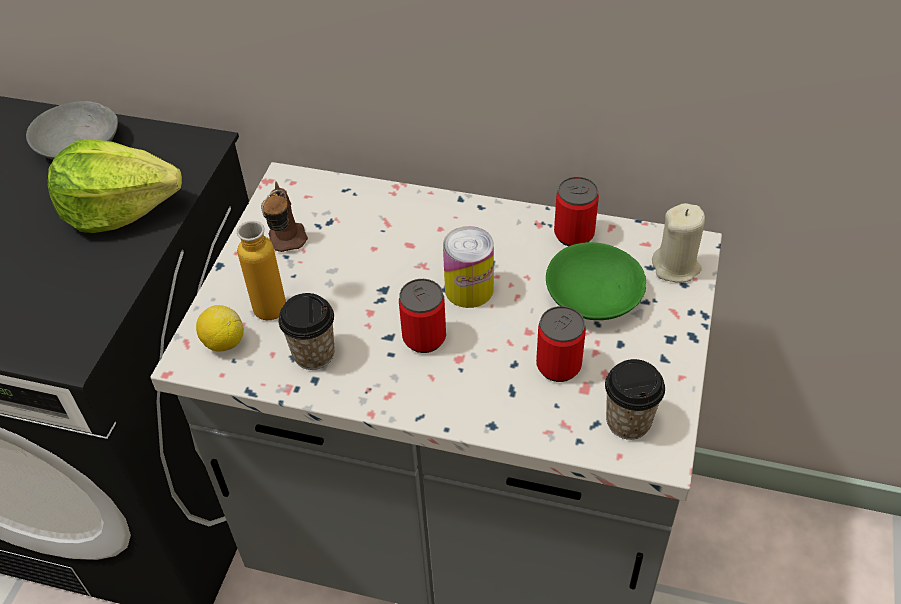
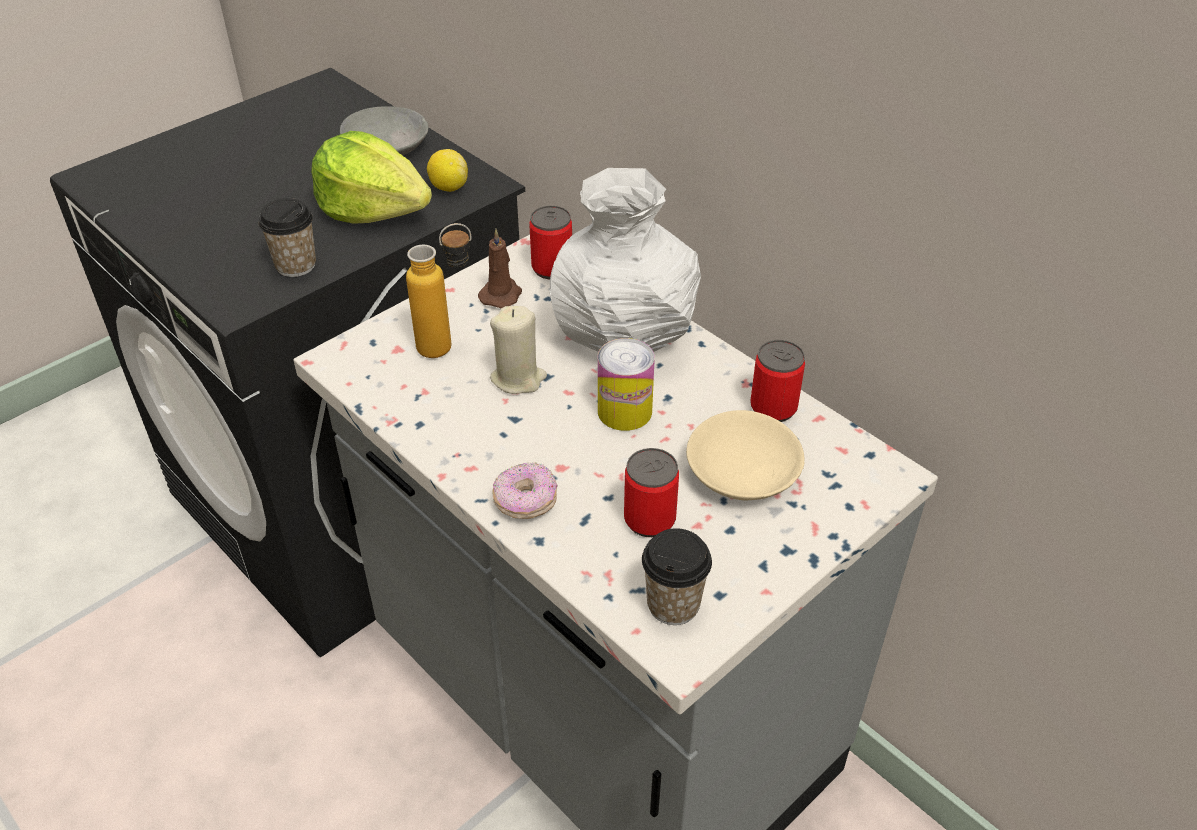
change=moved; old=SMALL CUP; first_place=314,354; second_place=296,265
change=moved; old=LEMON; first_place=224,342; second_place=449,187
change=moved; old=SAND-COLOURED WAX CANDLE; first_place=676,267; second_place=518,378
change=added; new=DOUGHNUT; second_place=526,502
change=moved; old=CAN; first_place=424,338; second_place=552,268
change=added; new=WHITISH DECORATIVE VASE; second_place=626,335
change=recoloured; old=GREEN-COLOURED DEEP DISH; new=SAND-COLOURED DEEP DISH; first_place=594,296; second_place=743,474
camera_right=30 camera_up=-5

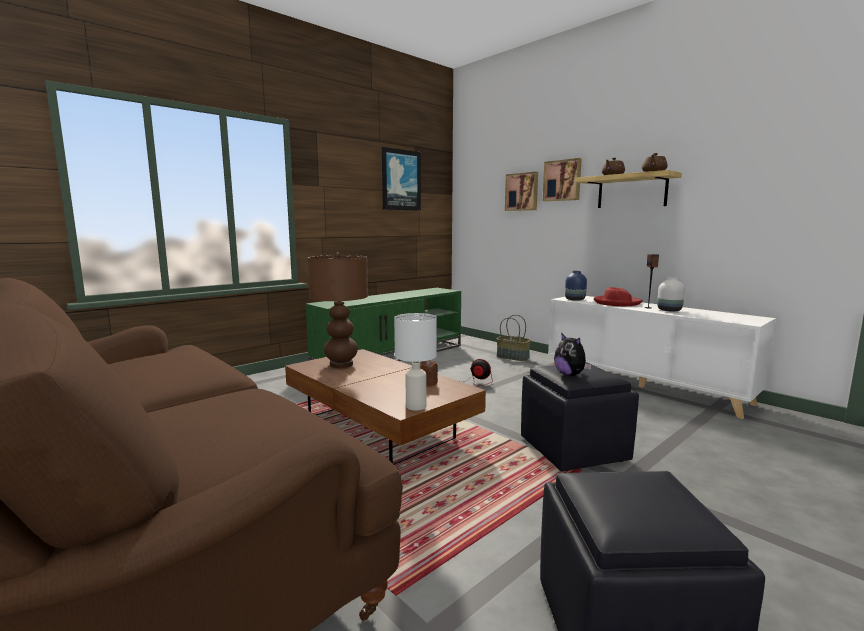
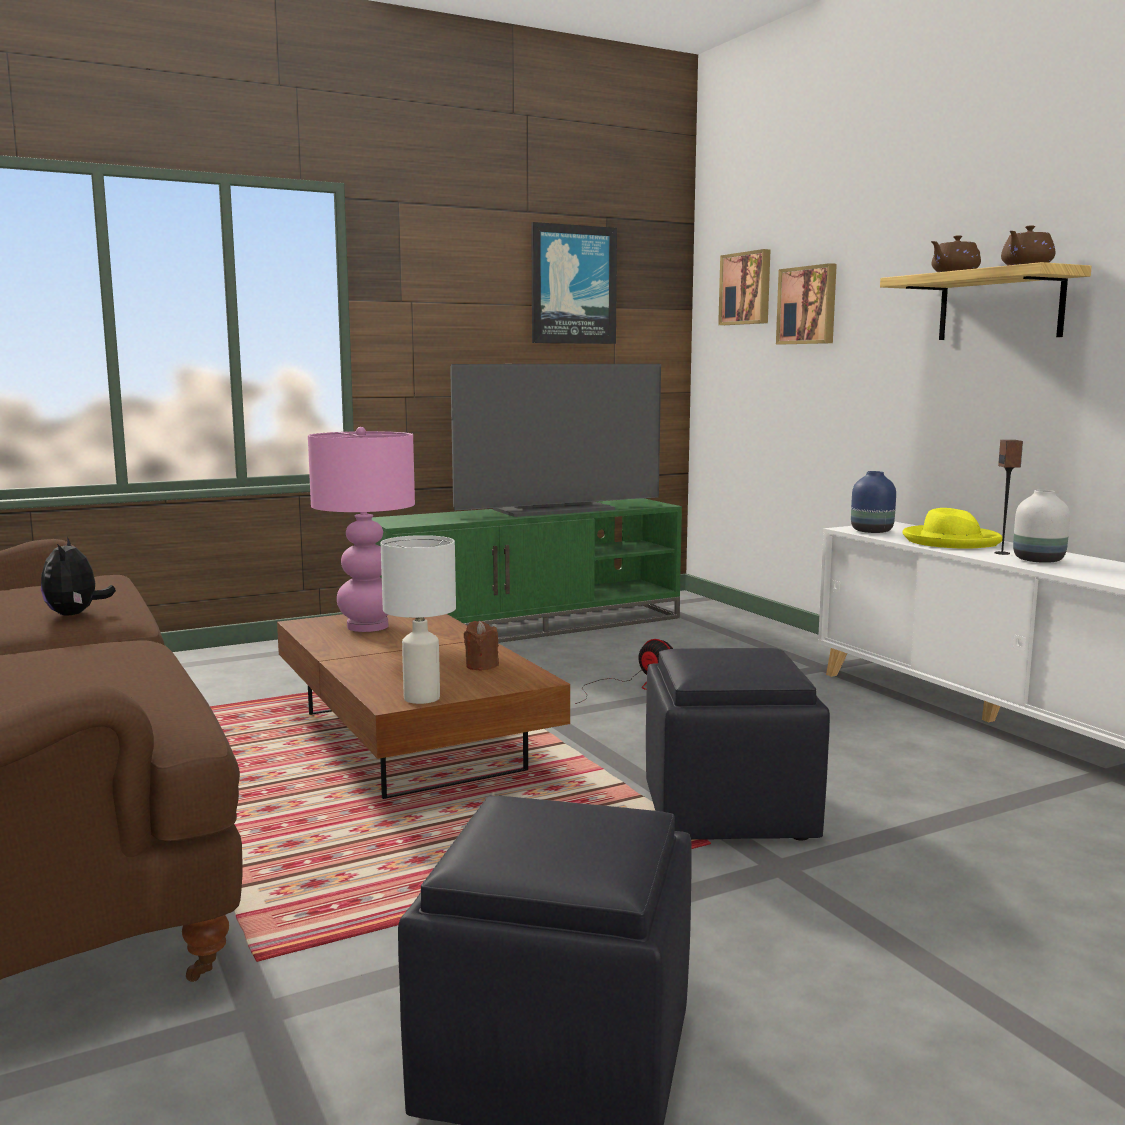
change=moved; old=CUDDLY TOY; first_place=570,375; second_place=75,614
change=recoloured; old=BROWN TABLE LAMP; new=PINKISH TABLE LAMP; first_place=342,364; second_place=368,626
change=added; new=TV SET; second_place=555,509
change=moved; old=WALL PICTURE; first_place=562,180; second_place=747,288
change=recoloured; old=RED HAT; new=YELLOW-COLOURED HAT; first_place=616,303; second_place=950,541
change=removed; old=STORAGE BASKET; first_place=513,357
camera_right=15 camera_up=0

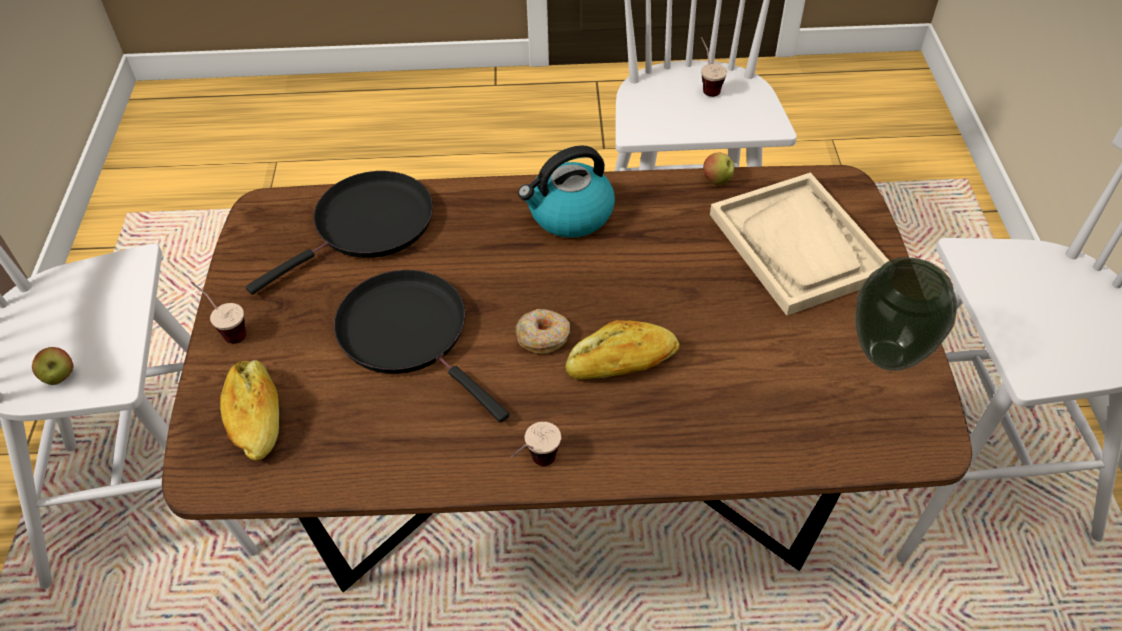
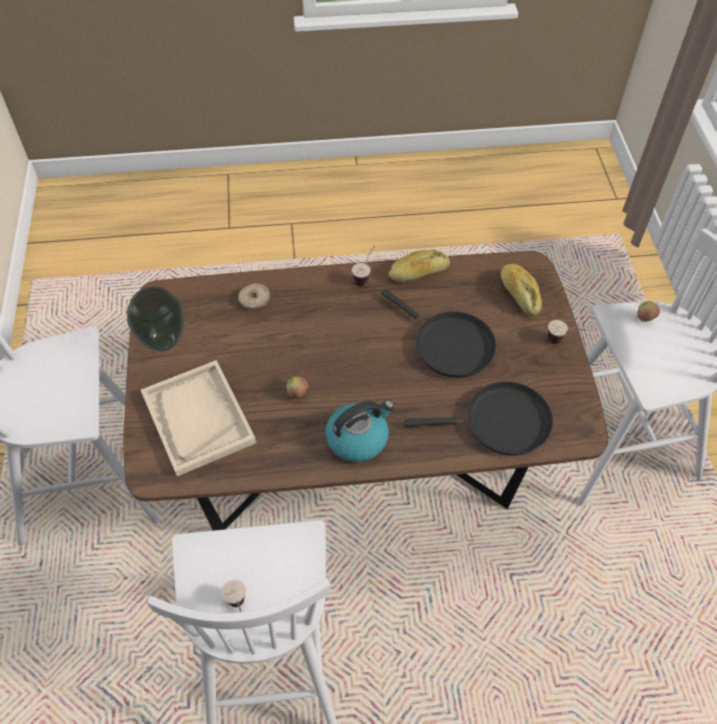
change=moved; old=DOUGHNUT; first_place=543,336; second_place=254,300
change=moved; old=APPLE; first_place=717,181; second_place=298,393
change=moved; old=BAKED BREAD; first_place=622,364; second_place=418,272
change=turned; old=BLACK SKILLET; first_place=368,226; second_place=501,422; degrees=-135
camera_right=175 camera_up=5

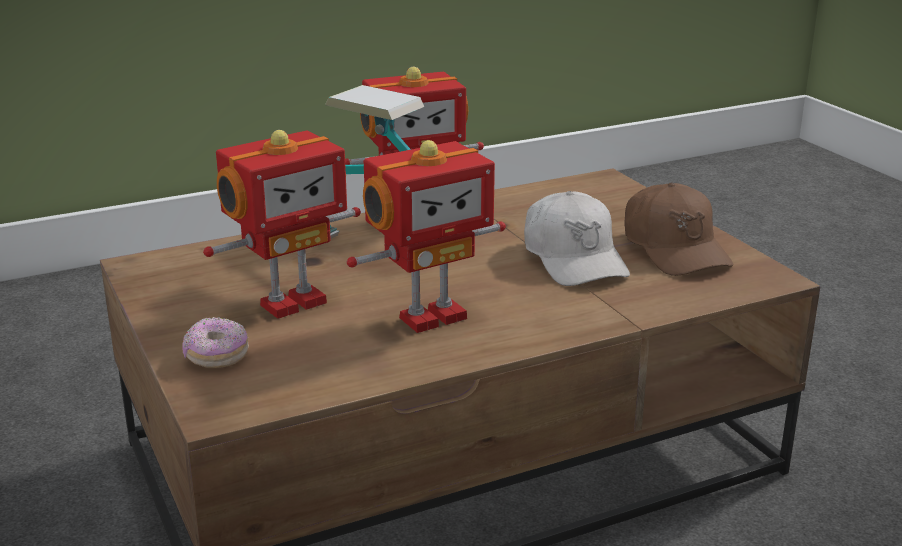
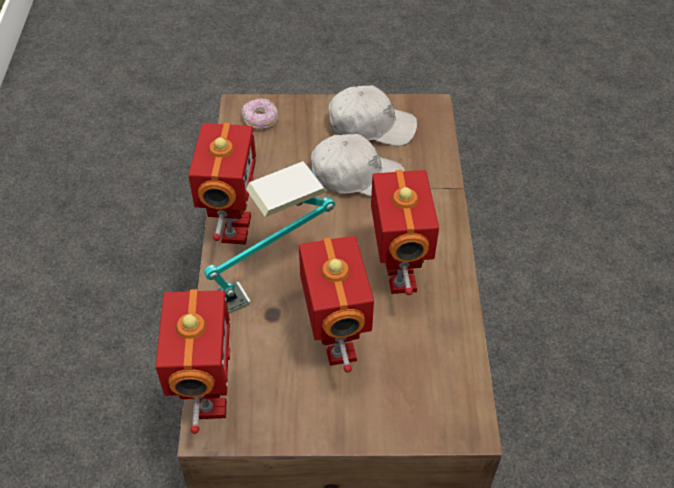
change=added; new=ROBOT FIGURE; second_place=208,398
change=moved; old=DOUGHNUT; first_place=216,356; second_place=260,120
change=recoloured; old=BROWN BASEBALL CAP; new=WHITISH BASEBALL CAP; first_place=675,249; second_place=371,126
camera_right=-65 camera_up=25

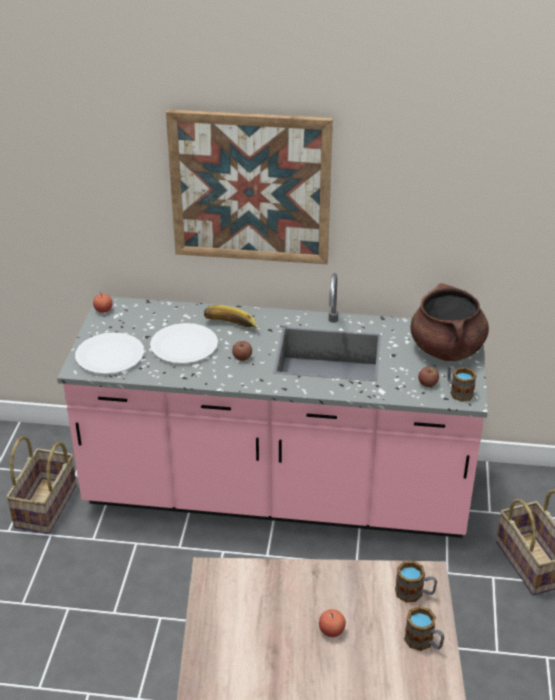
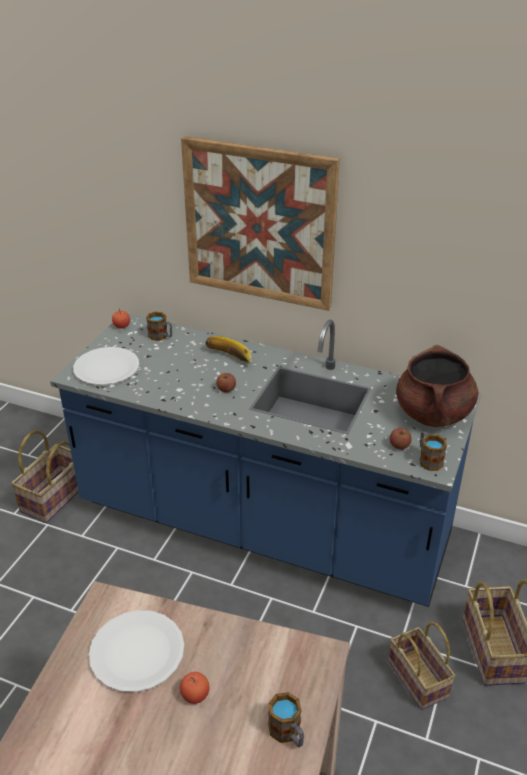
change=recoloured; old=PINKISH COUNTER; new=BLUE COUNTER; first_place=277,492; second_place=263,524
change=moved; old=WHITISH DINNER PLATE; first_place=184,345; second_place=137,652
change=moved; old=COFFEE MUG; first_place=414,593; second_place=161,336
change=added; new=STORAGE BASKET; second_place=420,679
camera_right=15 camera_up=0

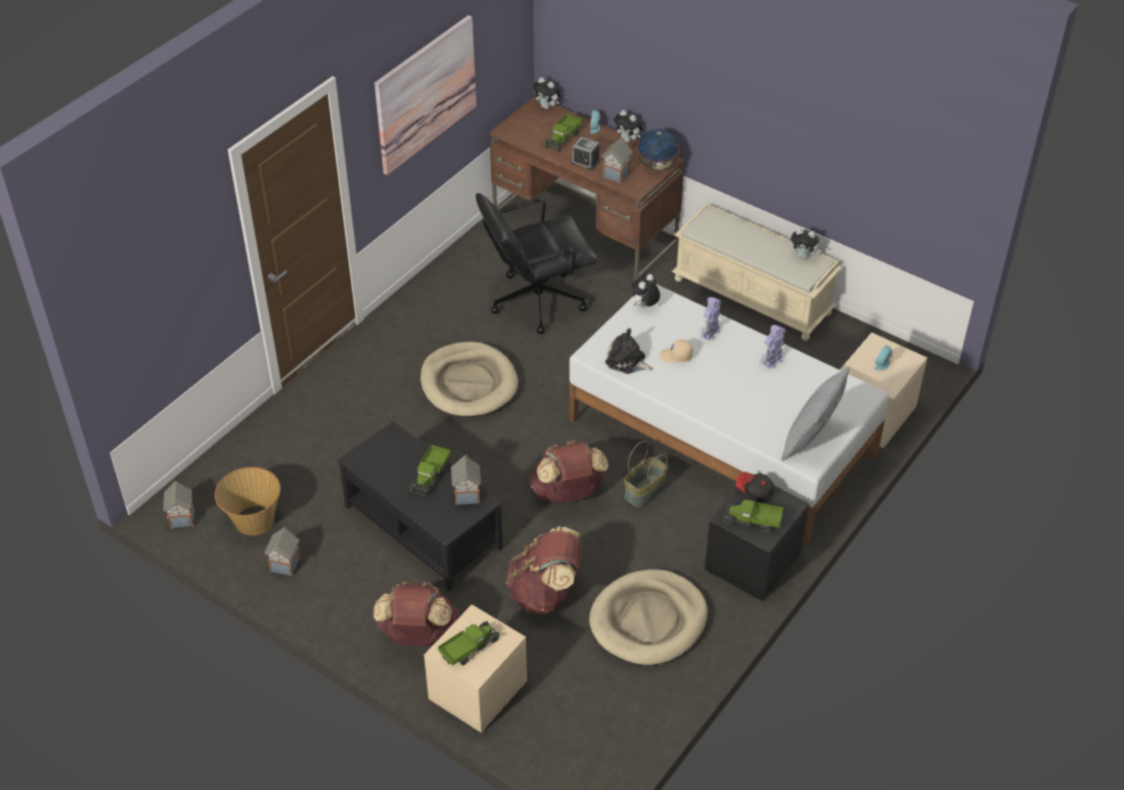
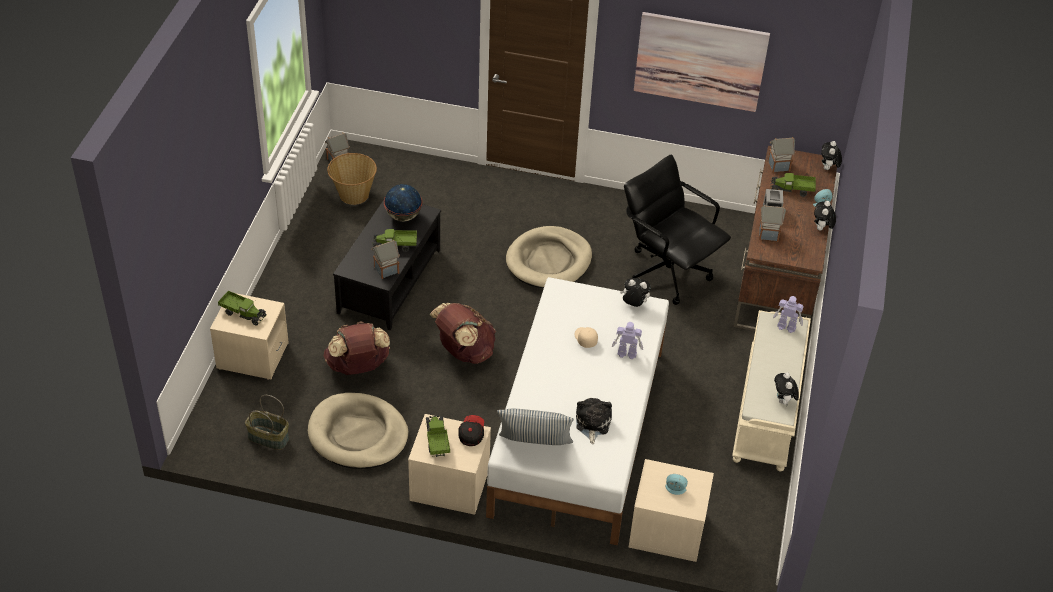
change=moved; old=STORAGE BASKET; first_place=645,491; second_place=268,438
change=moved; old=GLOBE; first_place=656,166; second_place=403,216
change=recoloured; old=BLACK NIGHT TABLE; new=SAND-COLOURED NIGHT TABLE; first_place=753,562; second_place=448,485
change=moved; old=CUDDLY TOY; first_place=627,361; second_place=592,424
change=moved; old=TOY HOUSE; first_place=285,566; second_place=778,166
change=moved; old=ROBOT FIGURE; first_place=771,361; second_place=786,326
change=removed; old=BROWN RUCKSACK; first_place=418,635
camera_right=65 camera_up=0

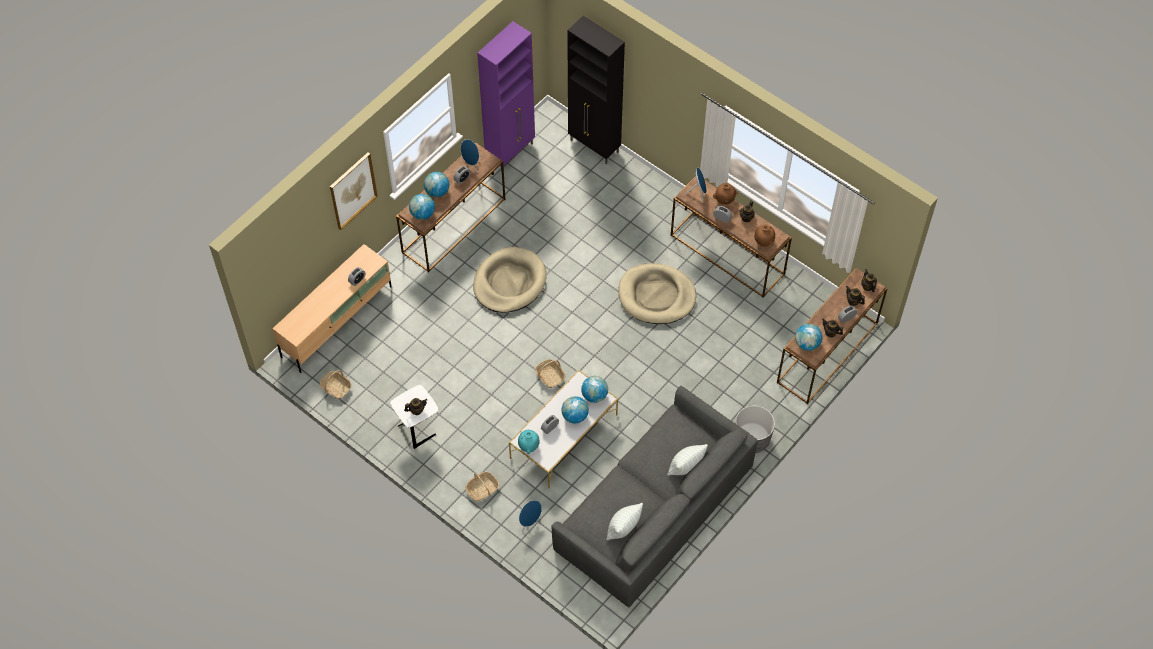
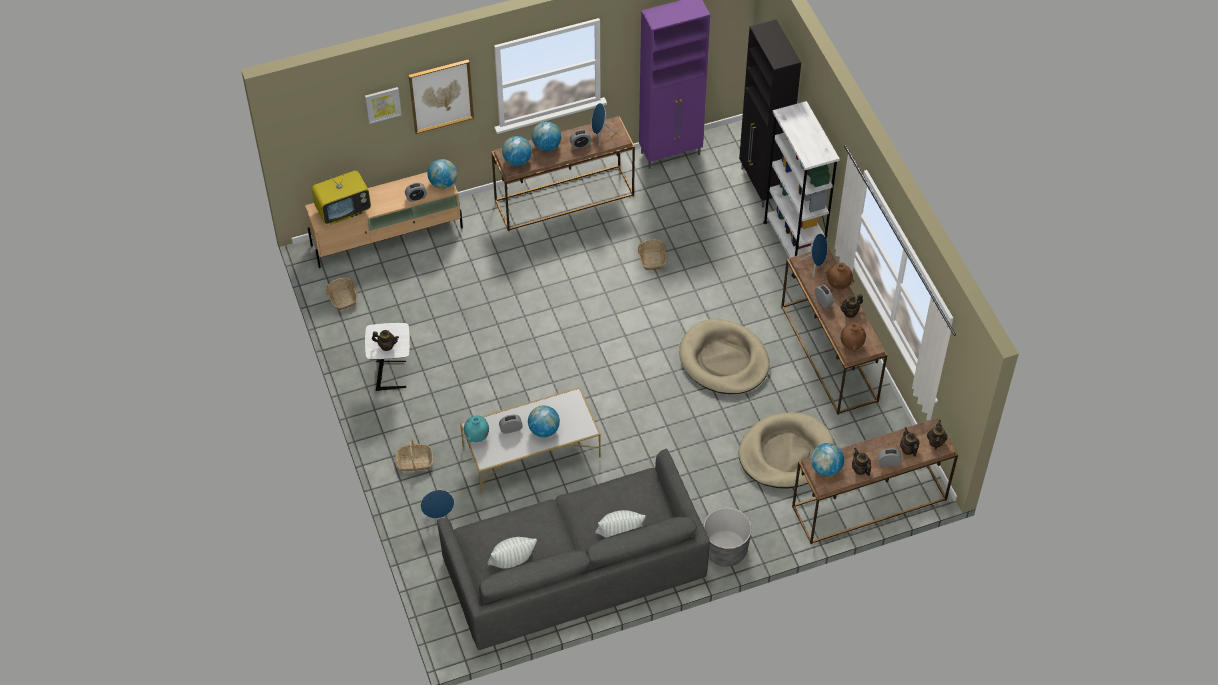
change=added; new=TV SET; second_place=343,210
change=added; new=WALL PICTURE; second_place=383,104
change=moved; old=GLOBE; first_place=594,395; second_place=443,183
change=moved; old=STORAGE BASKET; first_place=550,376; second_place=652,259
change=moved; old=SAND-COLOURED PET BED; first_place=509,282; second_place=786,453
change=added; new=WHITISH SHELVING UNIT; second_place=793,244
camera_right=30 camera_up=-5

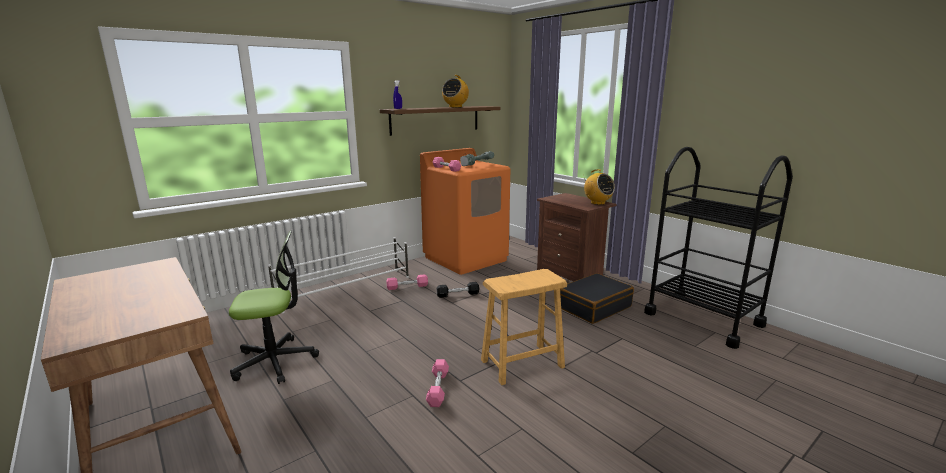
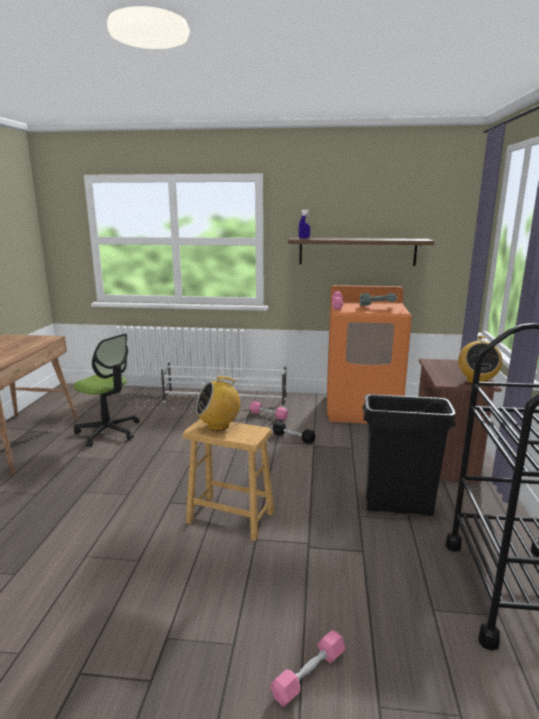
change=moved; old=RADIO SET; first_place=455,107; second_place=218,425
change=moved; old=PINKISH DUMBBELL; first_place=438,388; second_place=309,674
change=replaced; old=BLACK TRAVEL CASE; new=BLACK TRASH CAN; first_place=593,306; second_place=398,507
camera_right=45 camera_up=0

